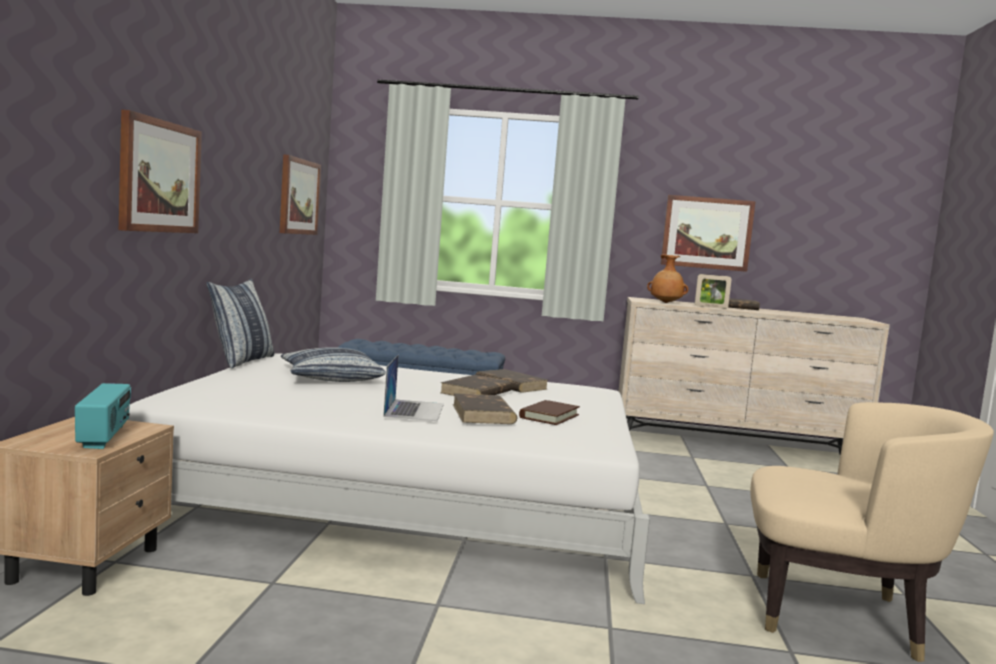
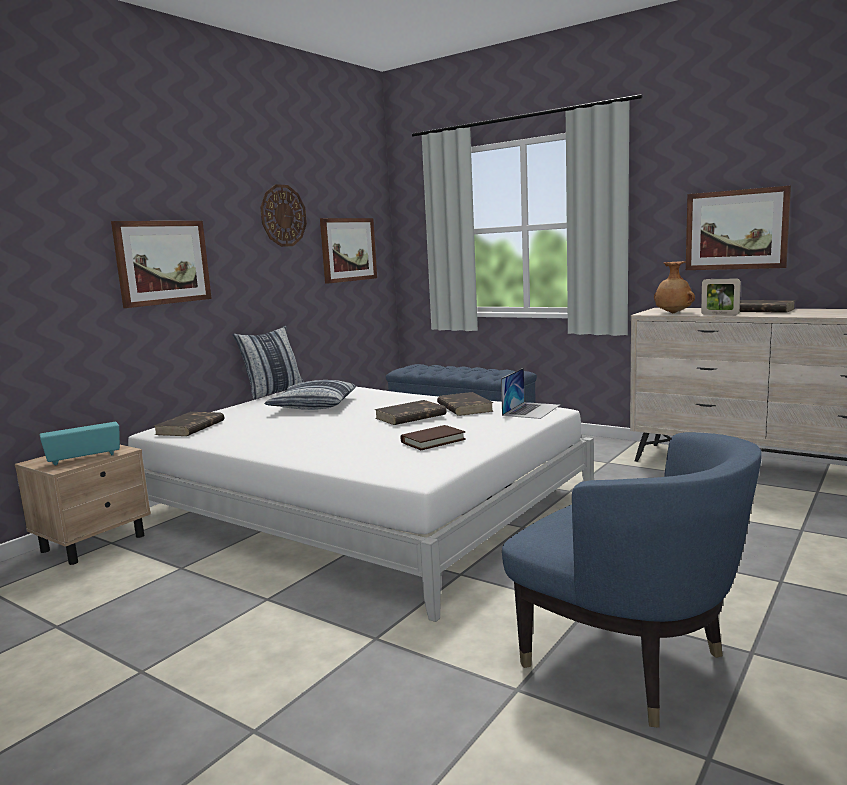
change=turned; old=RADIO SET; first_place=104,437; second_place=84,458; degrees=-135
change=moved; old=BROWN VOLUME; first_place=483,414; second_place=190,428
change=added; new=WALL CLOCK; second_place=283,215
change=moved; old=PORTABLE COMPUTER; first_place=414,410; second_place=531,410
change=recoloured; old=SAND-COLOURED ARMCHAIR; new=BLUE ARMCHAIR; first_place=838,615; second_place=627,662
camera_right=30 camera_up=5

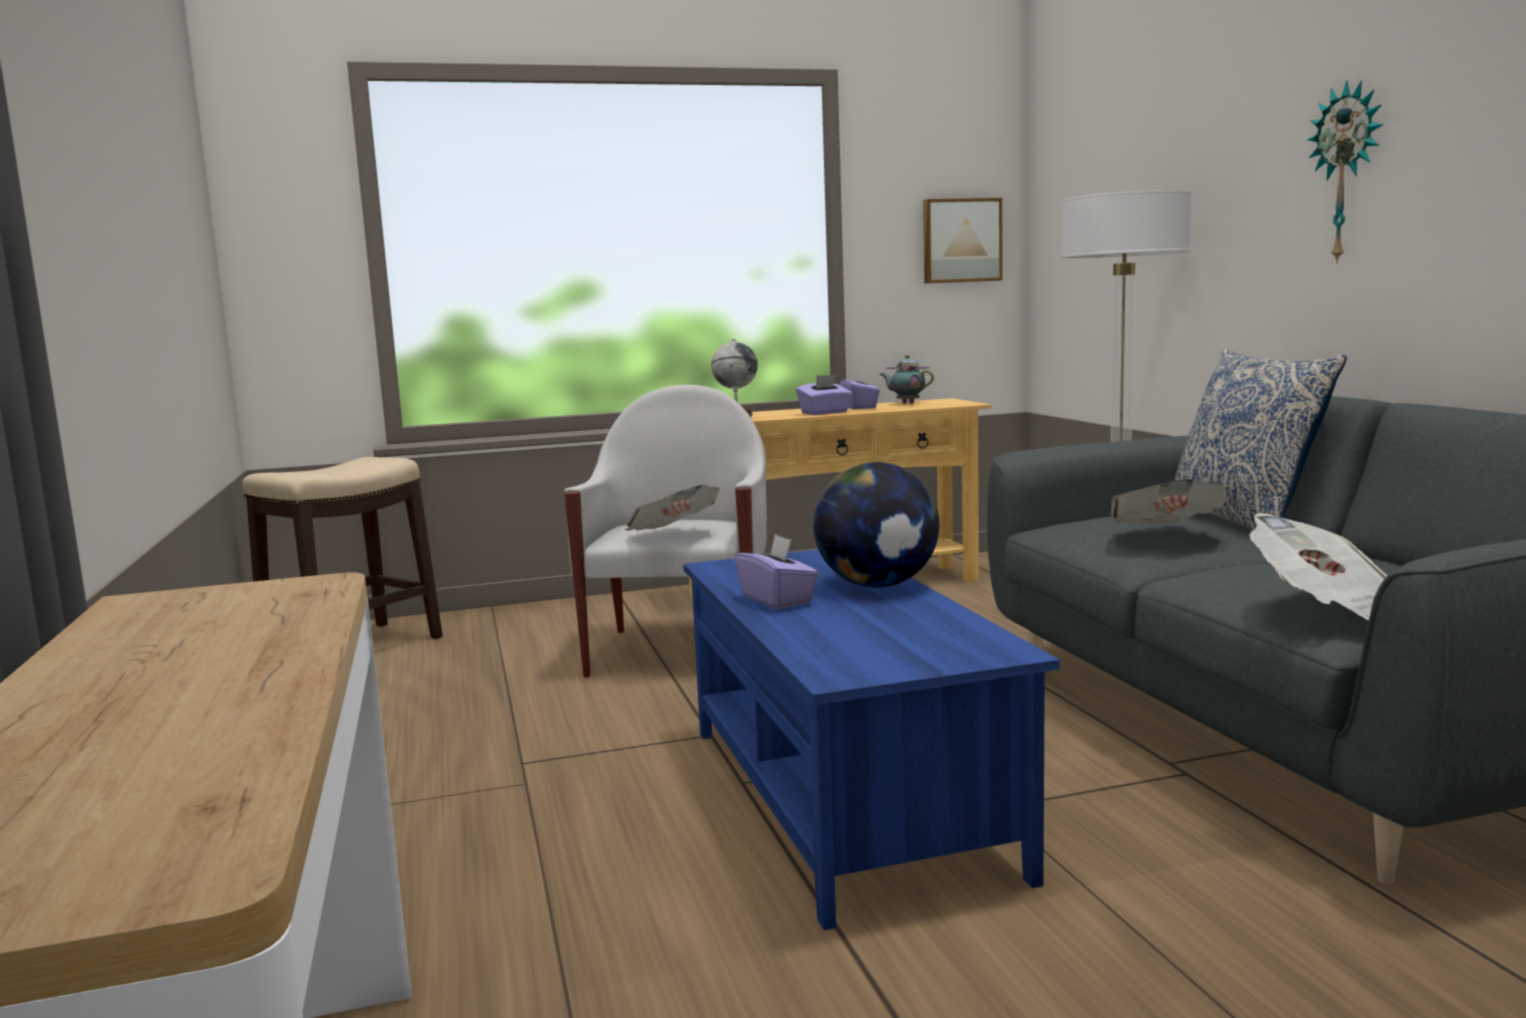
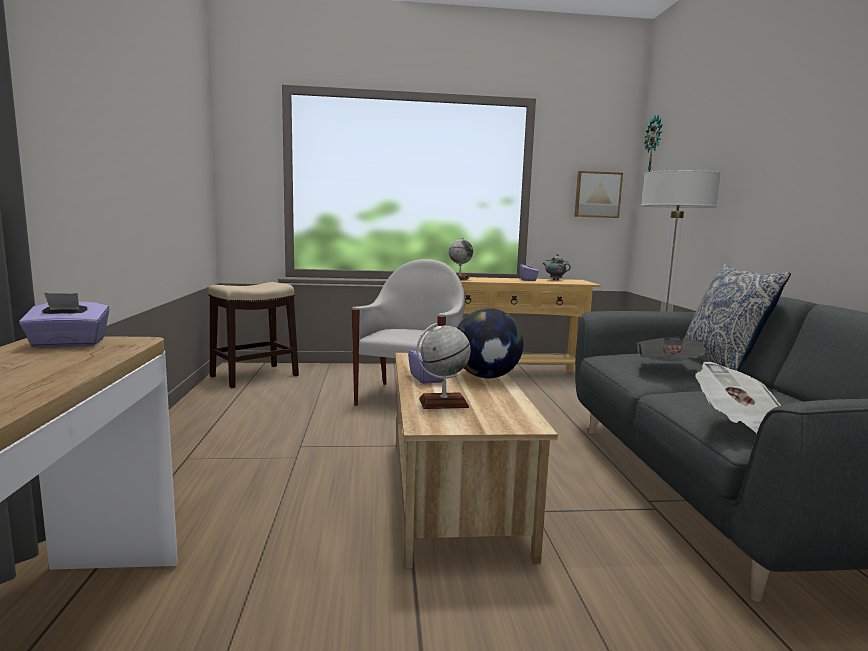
change=moved; old=PURPLE-COLOURED BOX OF TISSUES; first_place=825,413; second_place=68,344
change=recoloured; old=BLUE LOW TABLE; new=SAND-COLOURED LOW TABLE; first_place=845,798; second_place=454,492
change=added; new=GLOBE; second_place=443,403
change=moved; old=WALL CLOCK; first_place=1347,173; second_place=654,150
change=removed; old=NEWSPAPER; first_place=673,536
camera_right=10 camera_up=0

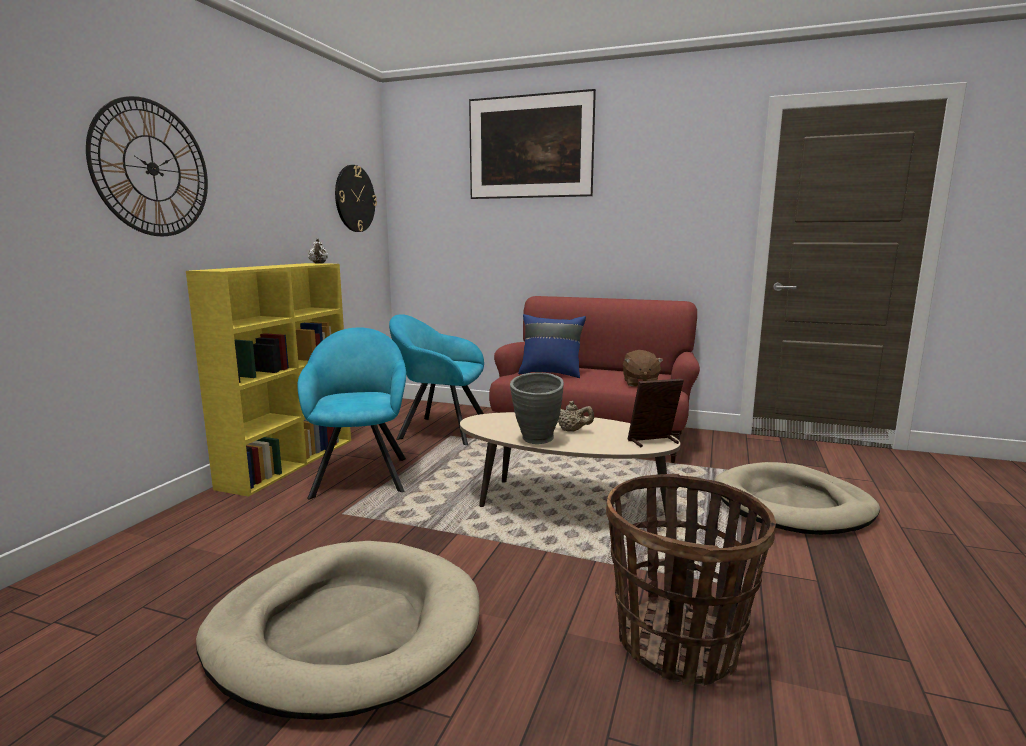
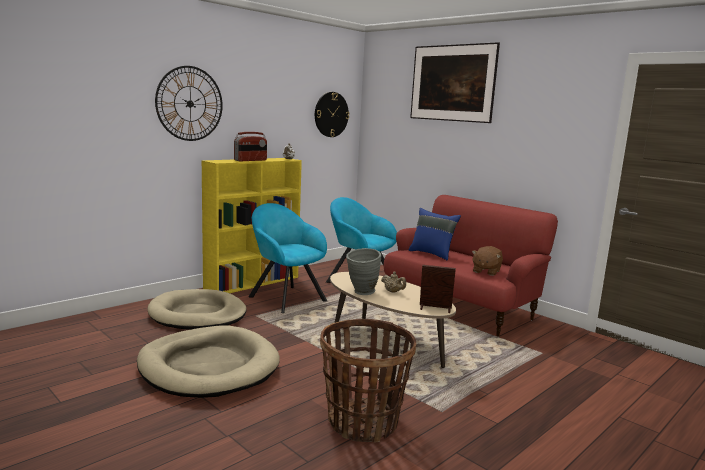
change=moved; old=SAND-COLOURED PET BED; first_place=792,505; second_place=197,314
change=added; new=RADIO SET; second_place=250,160
change=turned; old=TURQUOISE-COLOURED ARMCHAIR; first_place=361,474; second_place=285,297; degrees=-60
camera_right=25 camera_up=0

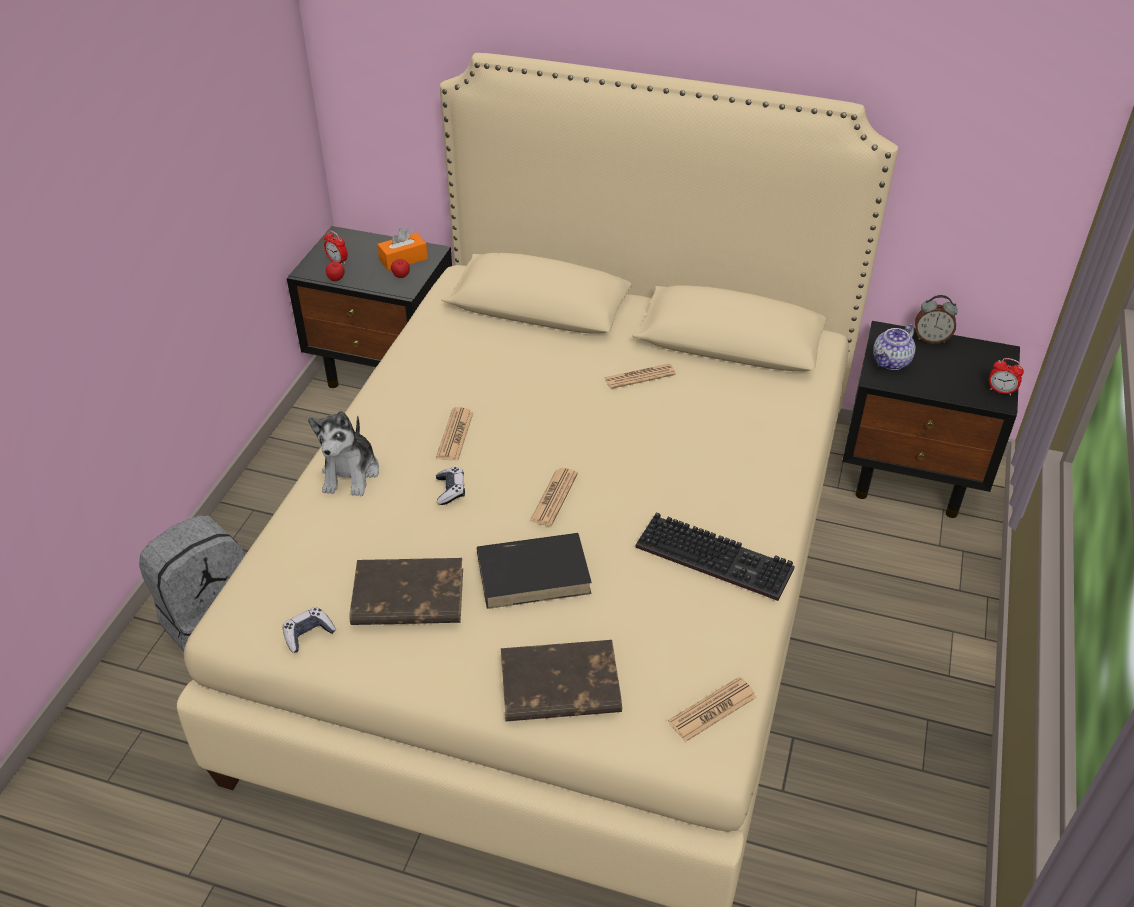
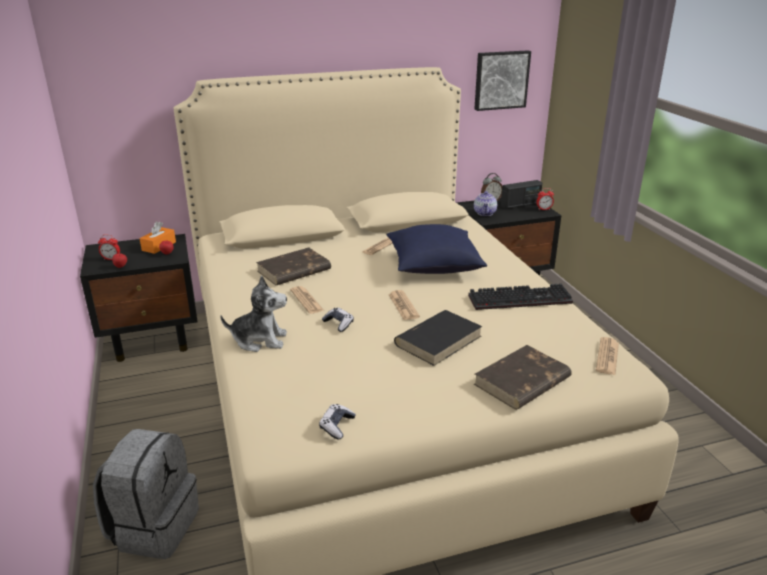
change=turned; old=CUDDLY TOY; first_place=351,473; second_place=259,340; degrees=-60
change=moved; old=BROWN VOLUME; first_place=407,597; second_place=293,270
change=added; new=BLUE CUSHION; second_place=433,266
change=added; new=WALL PICTURE; second_place=501,80
change=added; new=RADIO SET; second_place=520,205
camera_right=-35 camera_up=-15

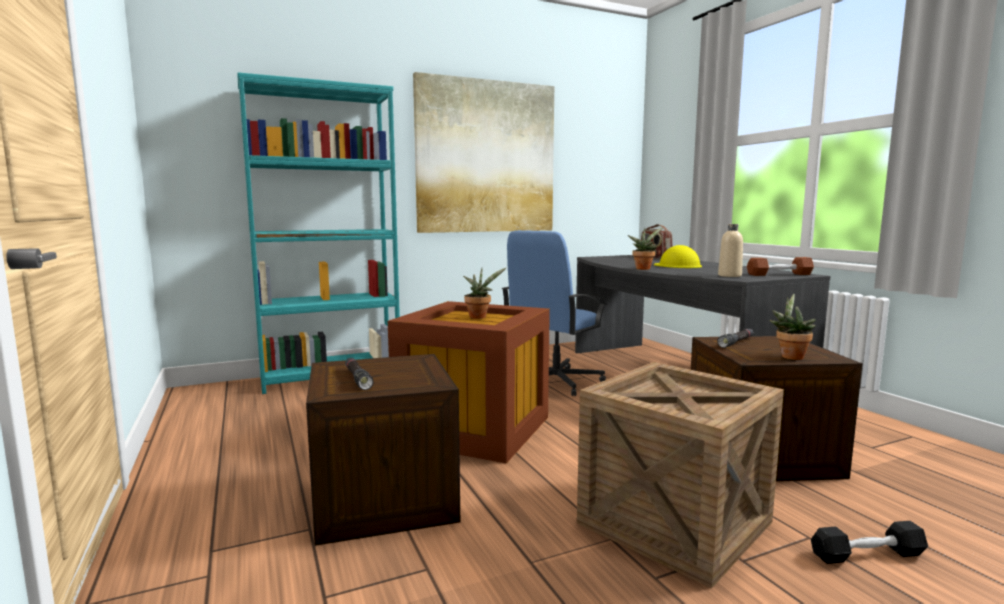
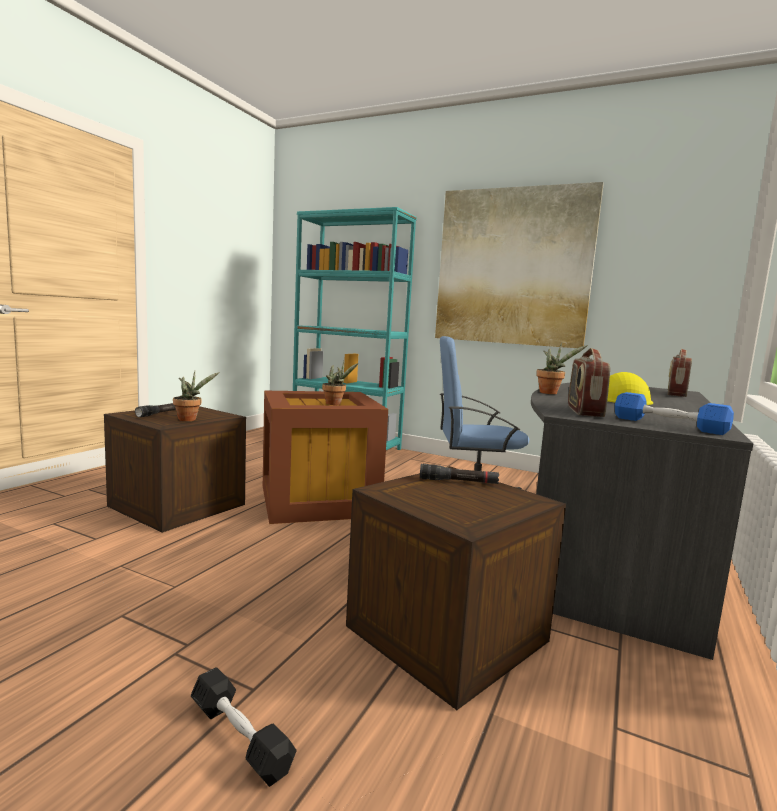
change=moved; old=PLANT IN A POT; first_place=790,356; second_place=190,419
change=replaced; old=SAND-COLOURED BEVERAGE BOTTLE; new=RADIO SET; first_place=729,275; second_place=584,411
change=recoloured; old=BROWN DUMBBELL; new=BLUE DUMBBELL; first_place=779,274; second_place=668,425
change=removed; old=CRATE; first_place=674,522
camera_right=50 camera_up=0

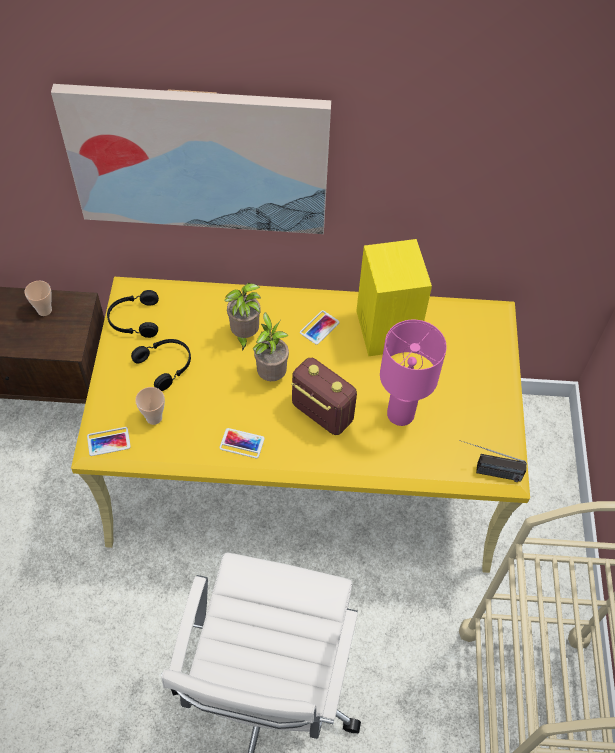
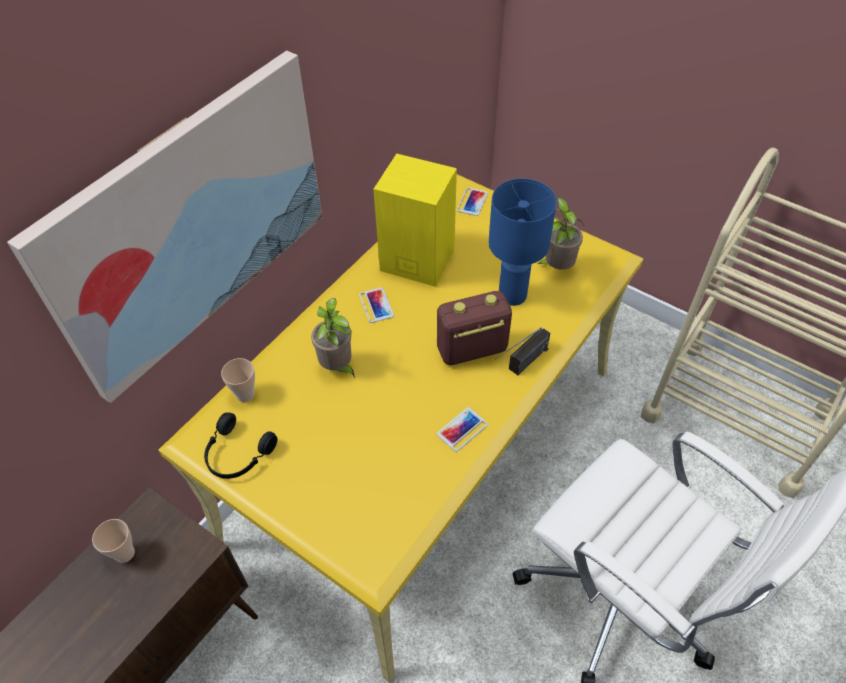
change=moved; old=SMALL CUP; first_place=154,417; second_place=245,394
change=moved; old=PHONE; first_place=108,441; second_place=472,202
change=recoloured; old=PINKISH TABLE LAMP; new=BLUE TABLE LAMP; first_place=399,414; second_place=512,295
change=moved; old=RADIO SET; first_place=486,471; second_place=521,366
change=moved; old=PLANT IN A POT; first_place=271,374; second_place=556,267
change=removed; old=BLACK HEADSET; first_place=166,365
camera_right=-55 camera_up=-5

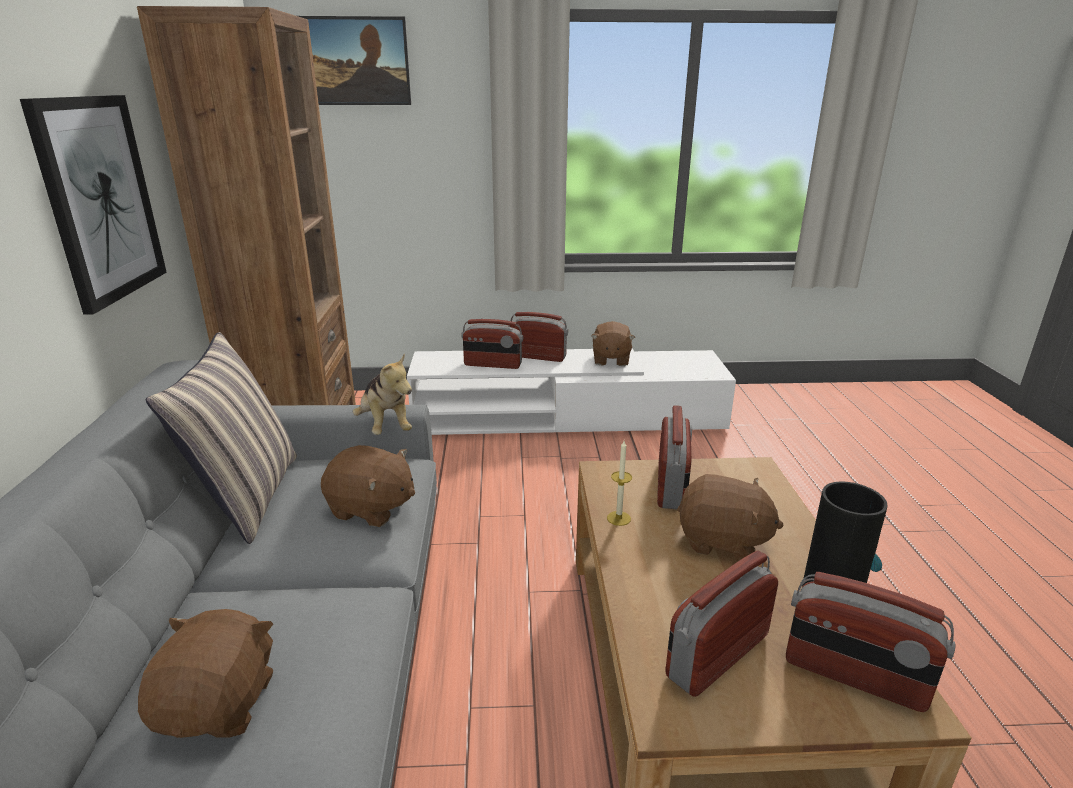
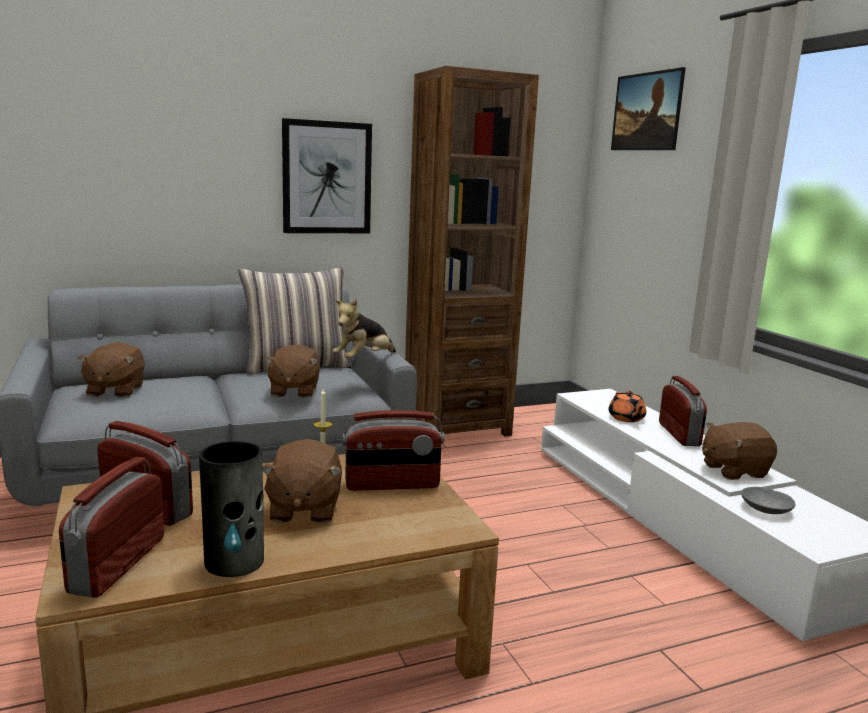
change=turned; old=BROWN CUDDLY TOY; first_place=220,704; second_place=115,390; degrees=105
change=replaced; old=RADIO SET; new=ORANGE-COLOURED TEA POT; first_place=492,365; second_place=626,418
change=added; new=GRAY DEEP DISH; second_place=766,509
camera_right=70 camera_up=-10

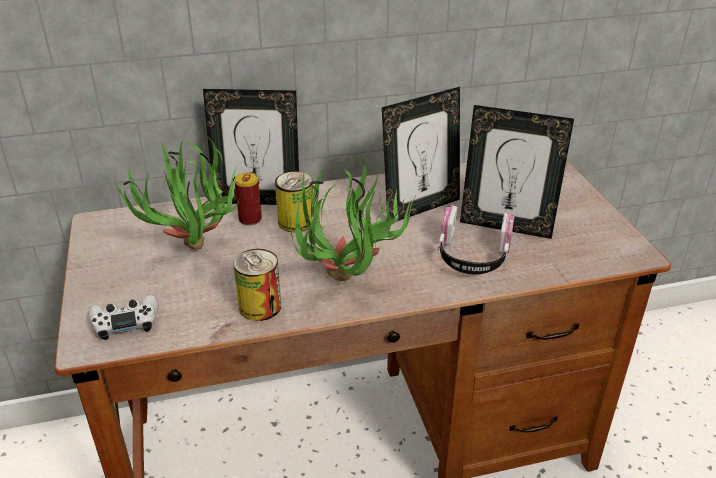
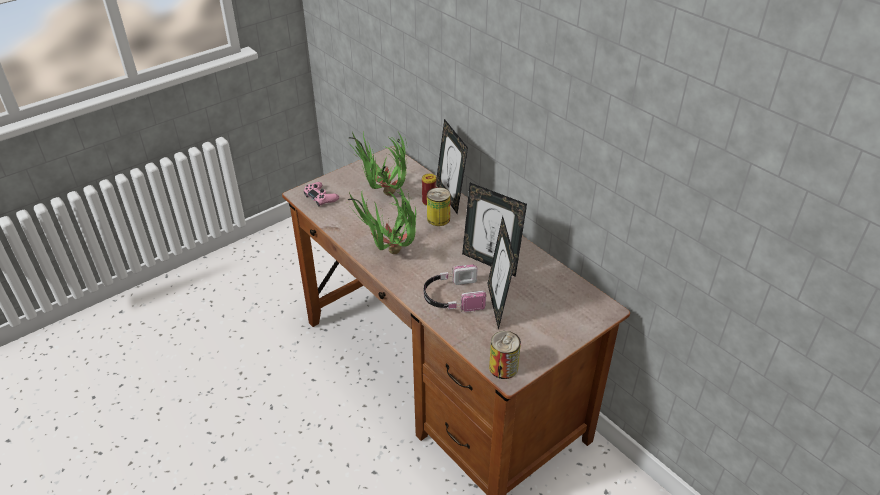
change=recoloured; old=WHITISH JOYPAD; new=PINKISH JOYPAD; first_place=125,322; second_place=321,197
change=moved; old=CAN; first_place=260,306; second_place=503,367
camera_right=65 camera_up=5

